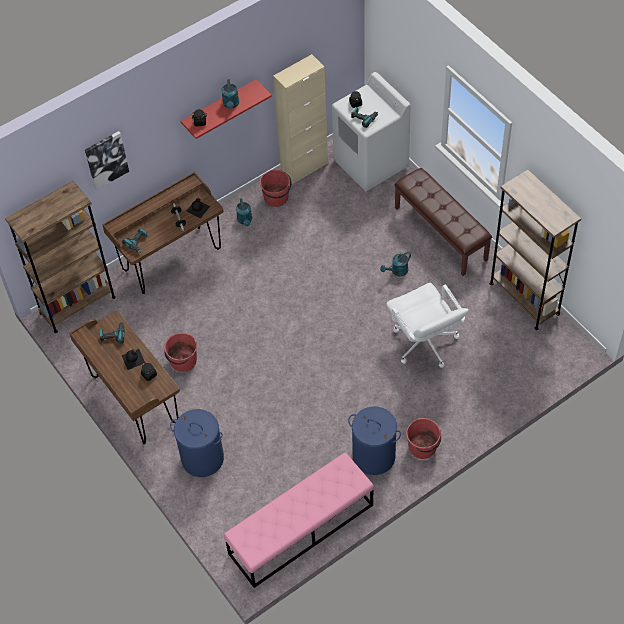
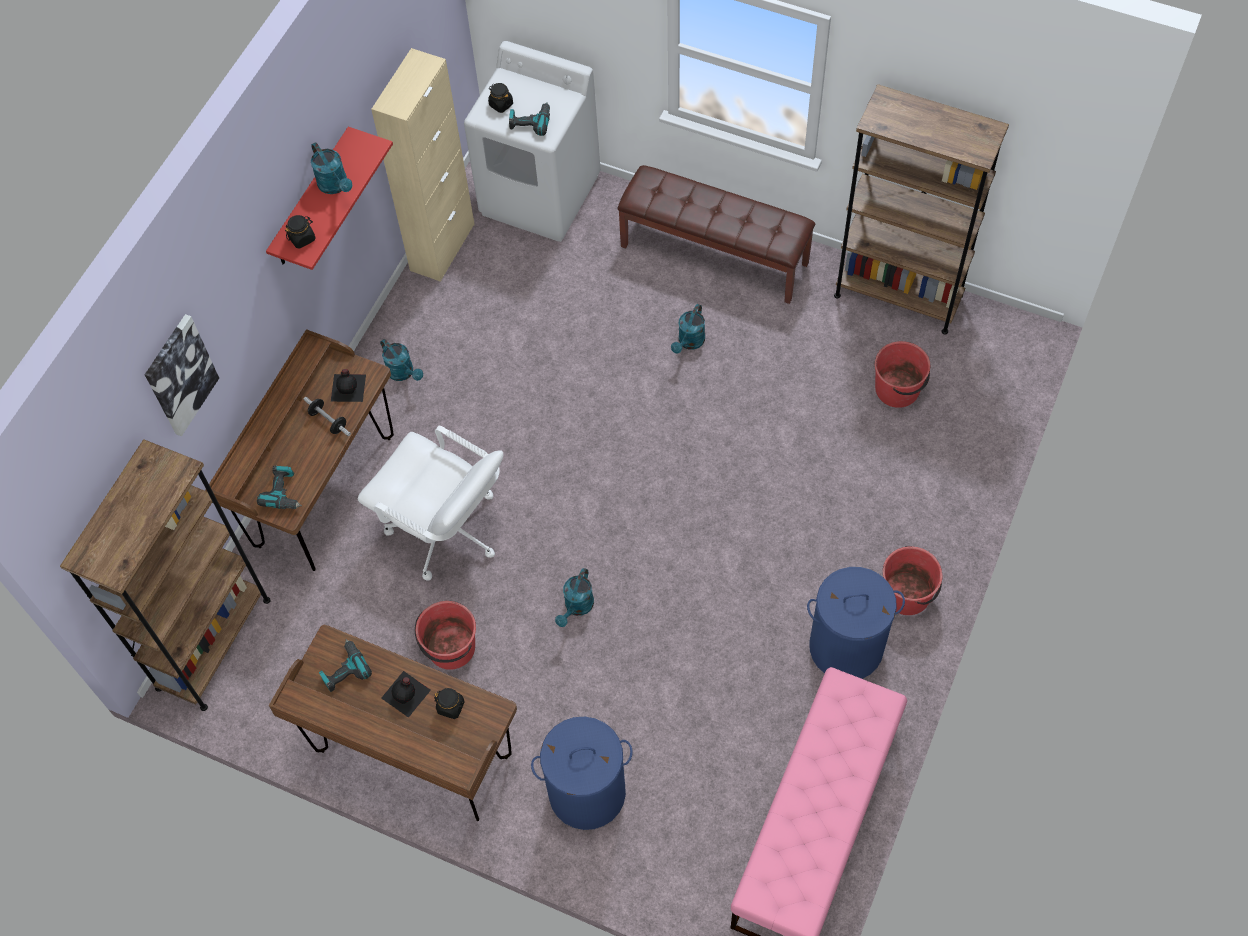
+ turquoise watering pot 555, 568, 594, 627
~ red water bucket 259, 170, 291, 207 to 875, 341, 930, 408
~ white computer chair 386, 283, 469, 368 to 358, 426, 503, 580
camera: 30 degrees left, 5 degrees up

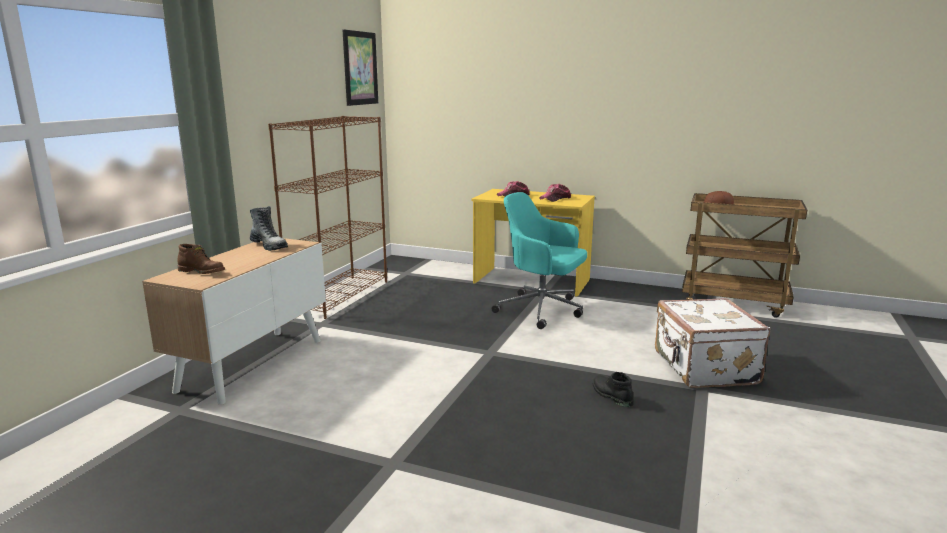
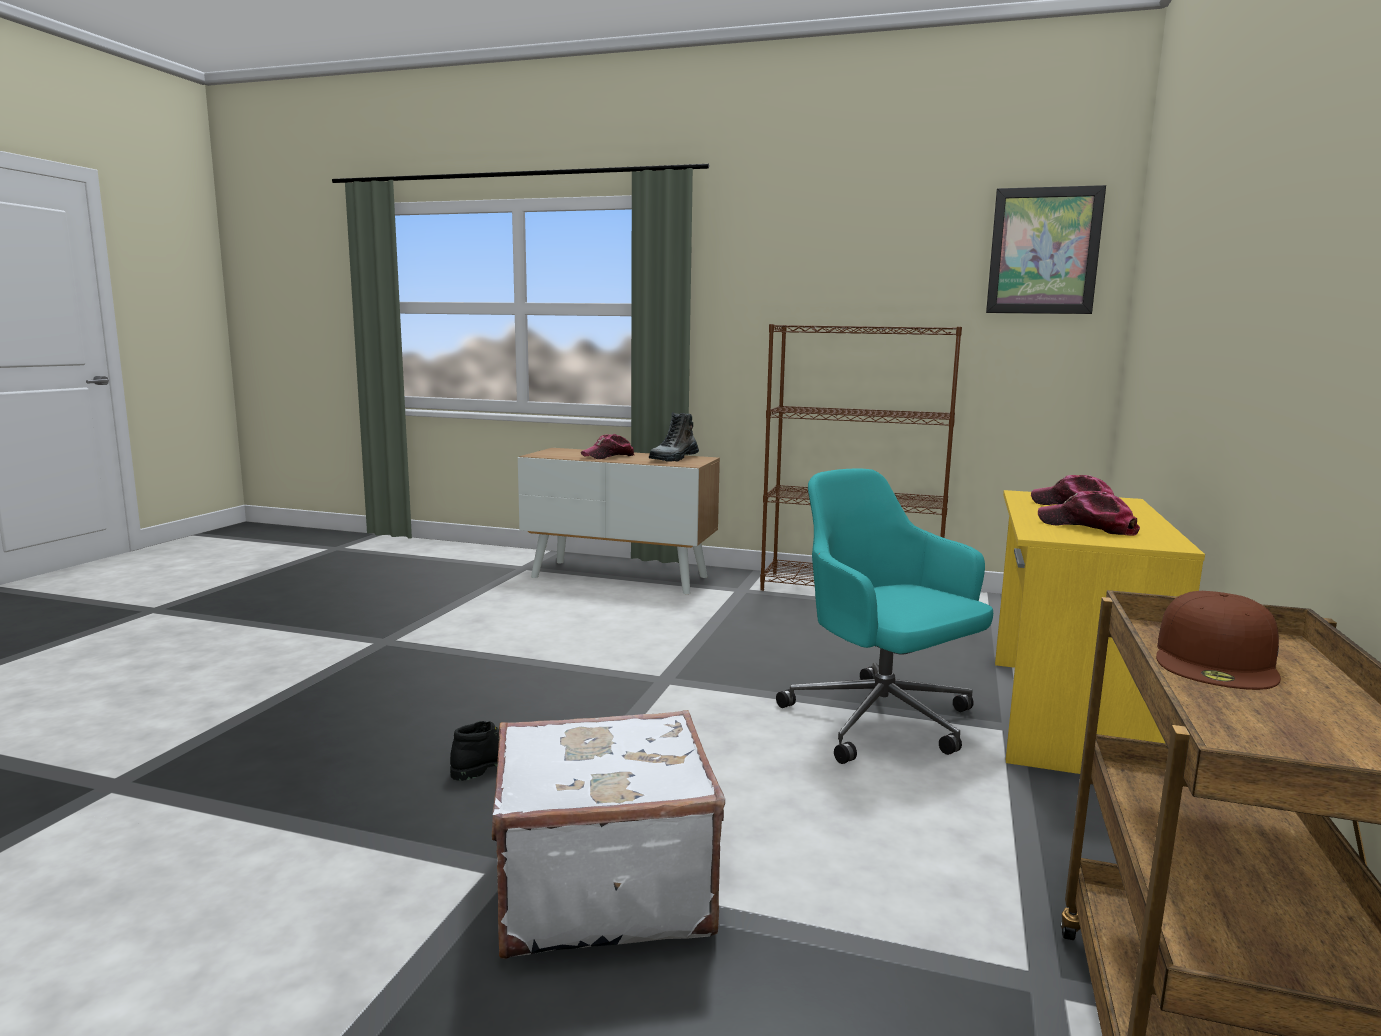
- brownish high-top boot 177, 244, 225, 274
+ cap 581, 434, 634, 459
~ turquoise computer chair 492, 192, 587, 329 = 776, 468, 993, 764 60 degrees counterclockwise
camera: 85 degrees right, 5 degrees down

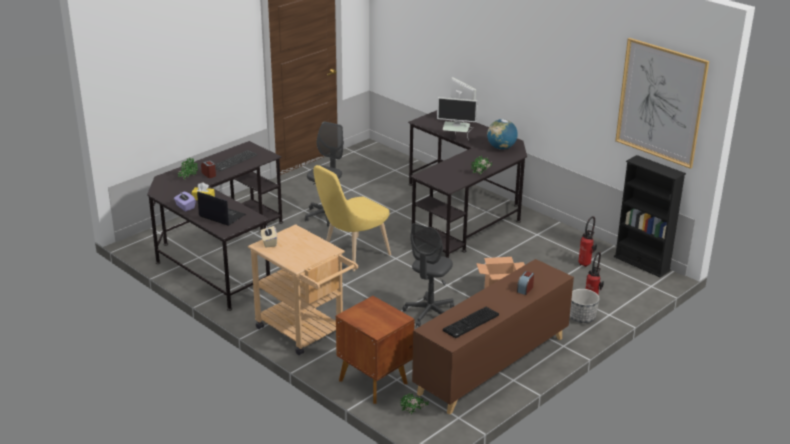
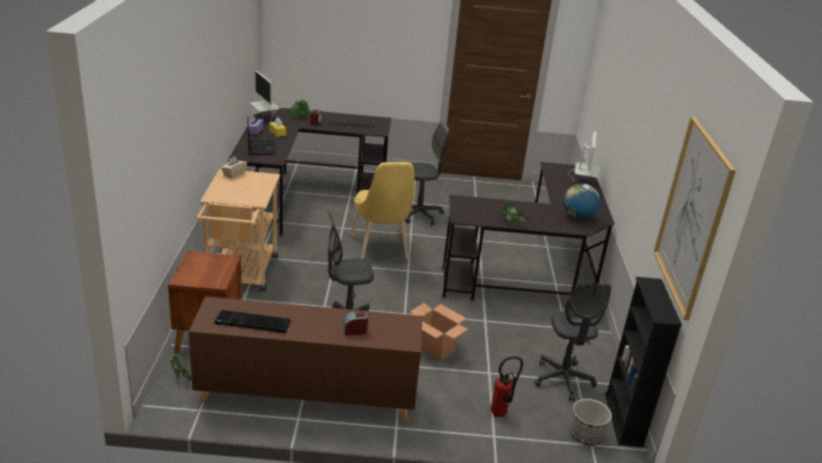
~ computer display 437, 97, 478, 140 to 251, 70, 279, 120
~ planter 570, 289, 599, 323 to 569, 399, 612, 446
~ extinguisher 578, 216, 597, 267 to greyish computer chair 534, 284, 611, 402
~ yellow-coloured plain chair 313, 165, 391, 271 = 351, 162, 415, 259 105 degrees counterclockwise
camera: 45 degrees right, 0 degrees up

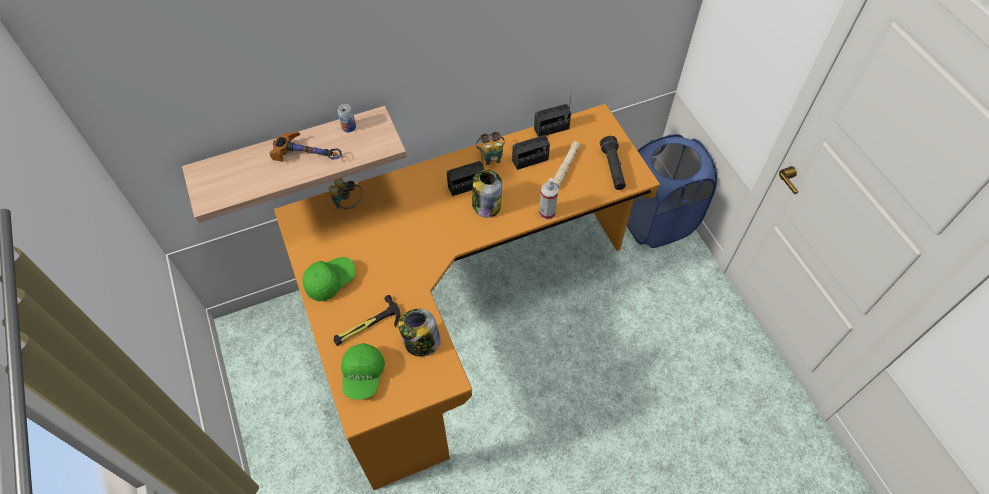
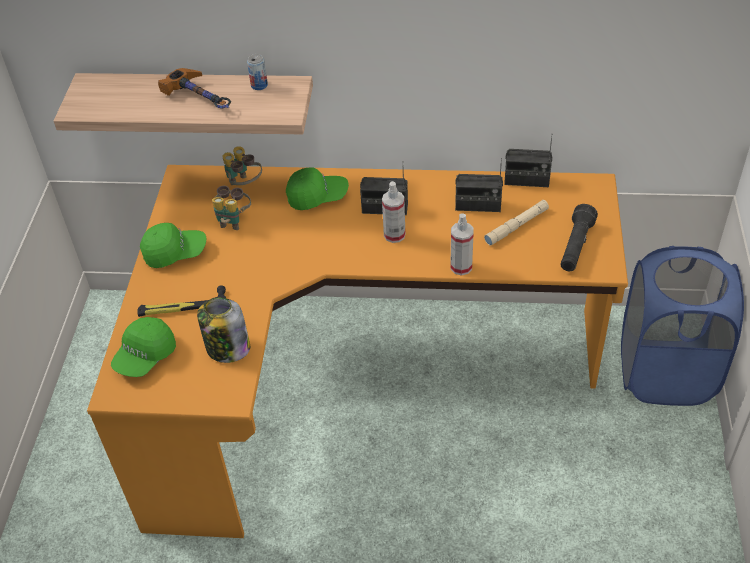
+ green cap 286, 167, 349, 210
~ binoculars 476, 131, 505, 165 to 212, 186, 251, 230
~ preserve jar 472, 170, 502, 218 to spray bottle 382, 181, 405, 243
camera: 30 degrees right, 10 degrees down

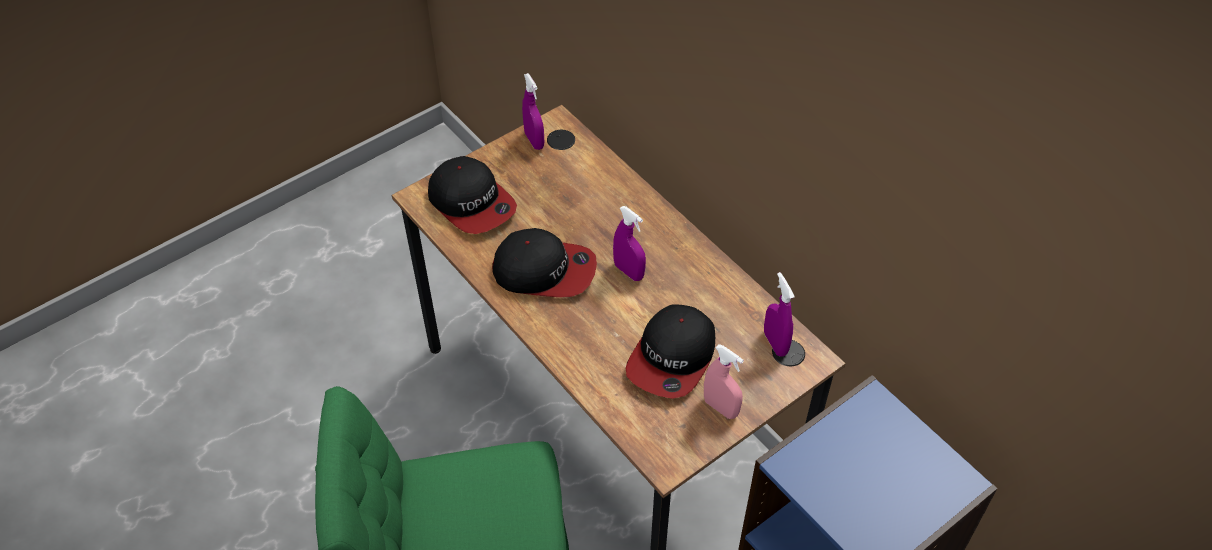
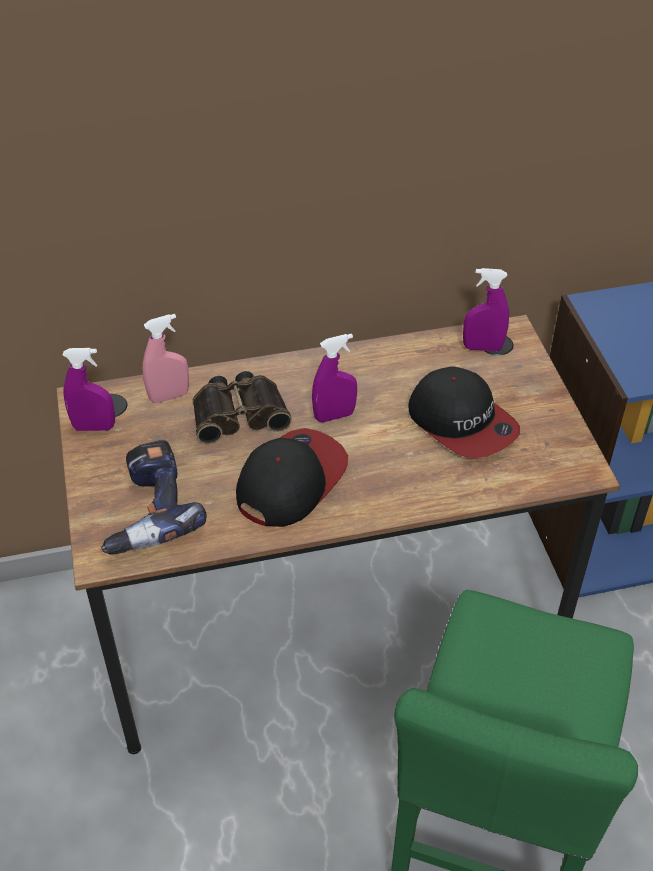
+ binoculars 193, 371, 292, 444
~ pink-coloured spray bottle 704, 344, 744, 419 to 142, 314, 189, 403
~ cap 428, 156, 517, 234 to power drill 101, 440, 207, 555
camera: 65 degrees left, 5 degrees down

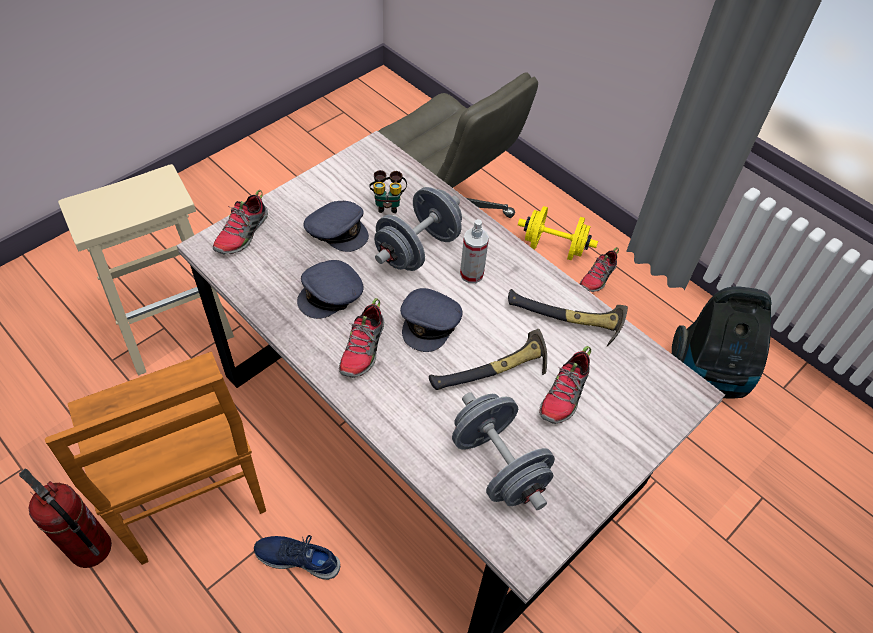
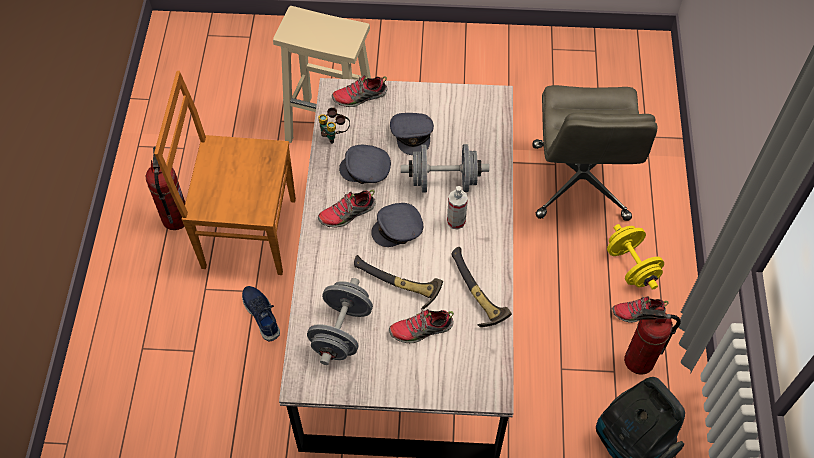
+ extinguisher 624, 307, 681, 375
~ binoculars 369, 170, 407, 213 to 318, 107, 350, 143
~ brownish plain chair 45, 352, 266, 565 = 154, 71, 296, 275 75 degrees clockwise
camera: 50 degrees right, 5 degrees up

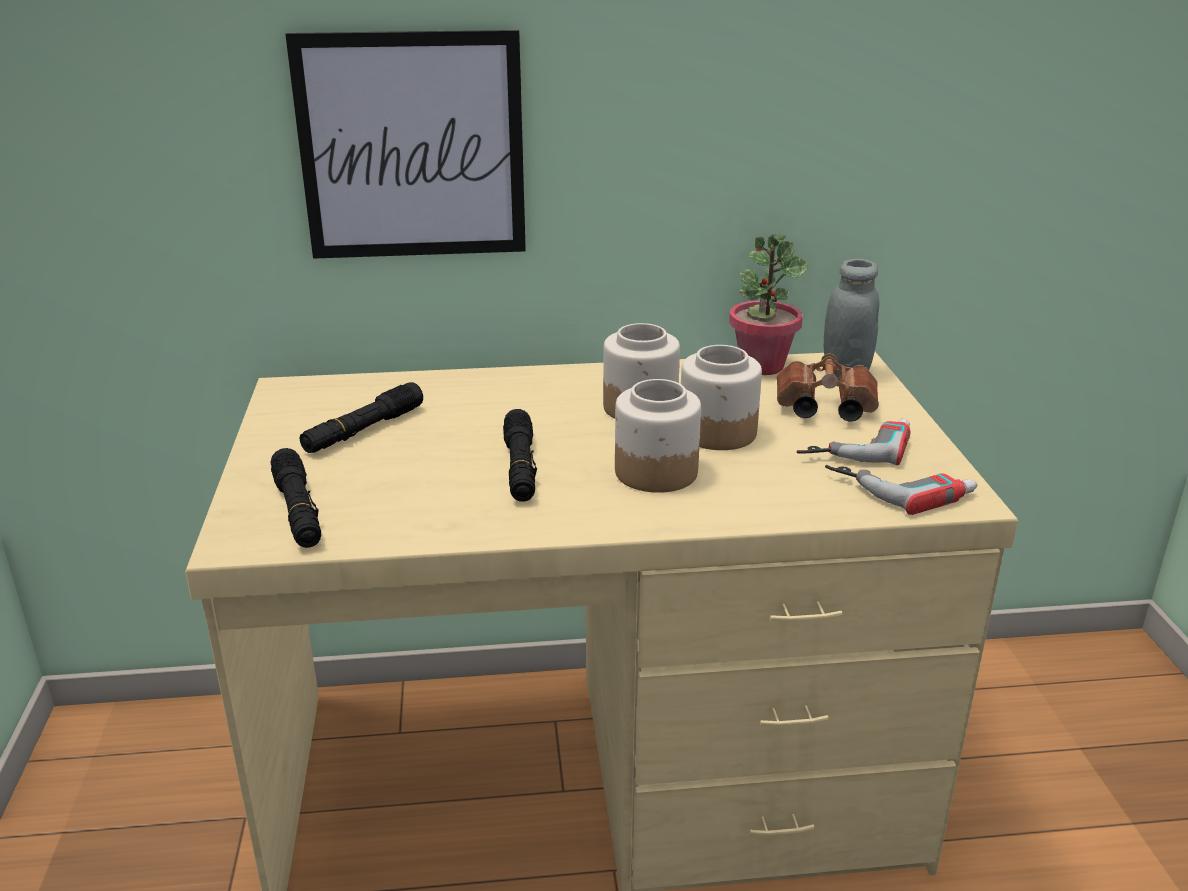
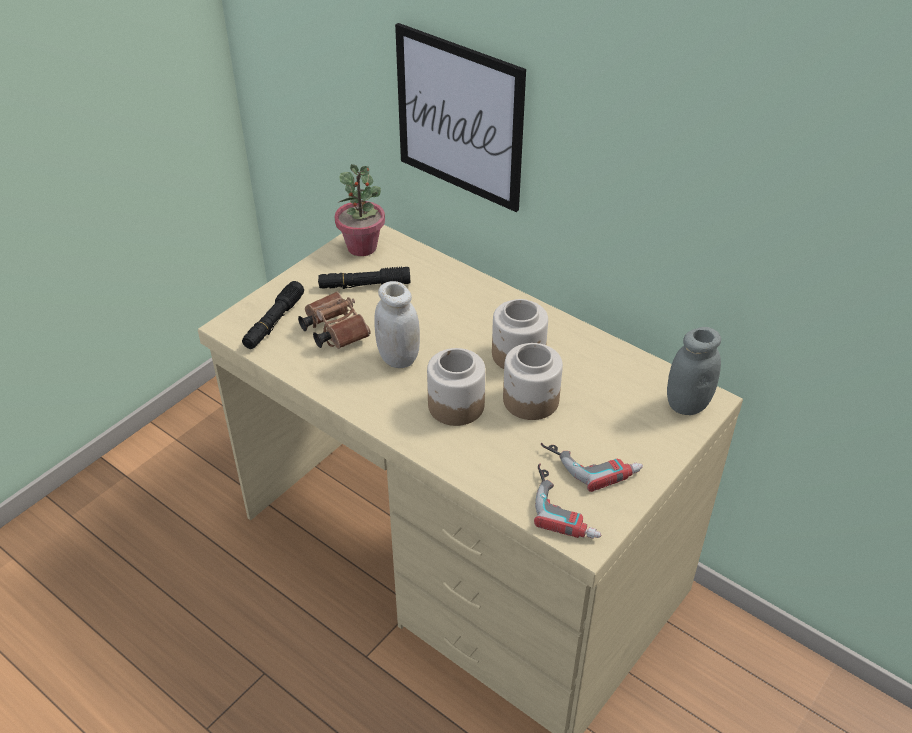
~ houseplant 729, 234, 808, 375 to 335, 164, 385, 256
~ brownish binoculars 777, 354, 879, 422 to 298, 292, 371, 349
~ black-coloured torch 503, 409, 537, 502 to white preserve jar 374, 281, 420, 368
camera: 45 degrees right, 15 degrees up

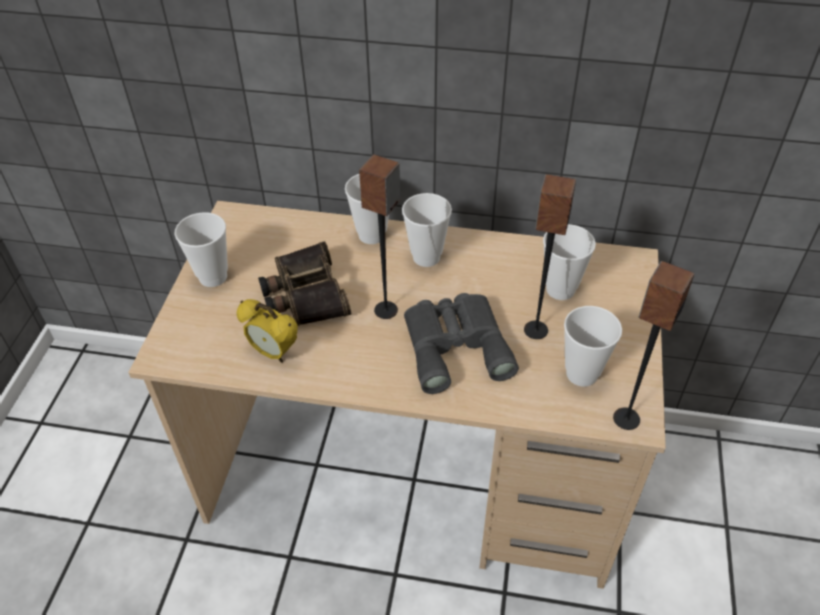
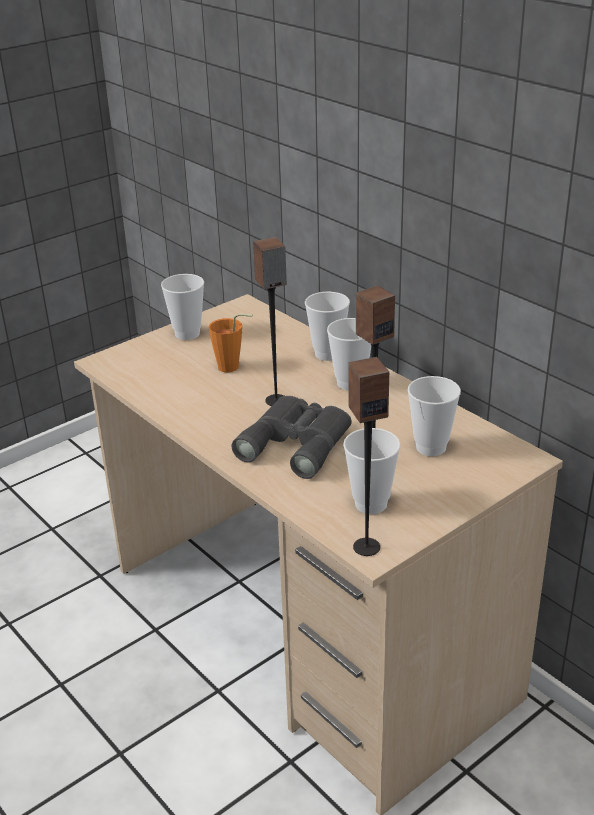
- table clock 237, 299, 298, 363
~ binoculars 258, 241, 351, 326 to orangey drinking cup 208, 314, 253, 372
camera: 40 degrees right, 15 degrees down

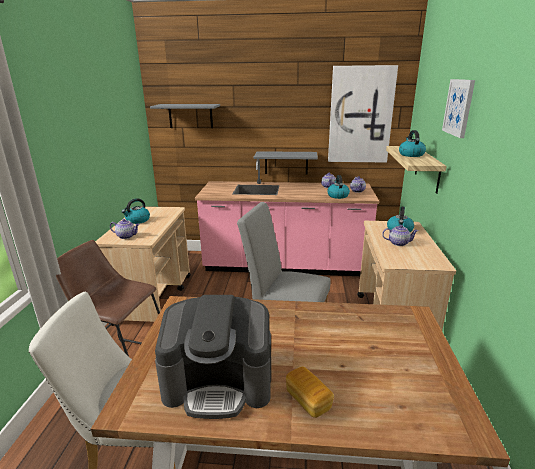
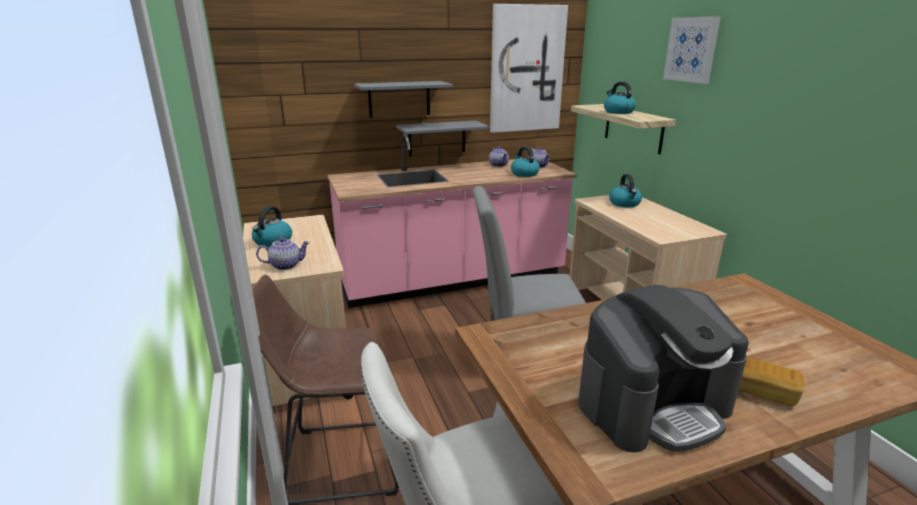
- tea pot 382, 225, 418, 246
~ greyish shelf 150, 104, 220, 128 to 355, 81, 453, 118
camera: 25 degrees left, 0 degrees up

